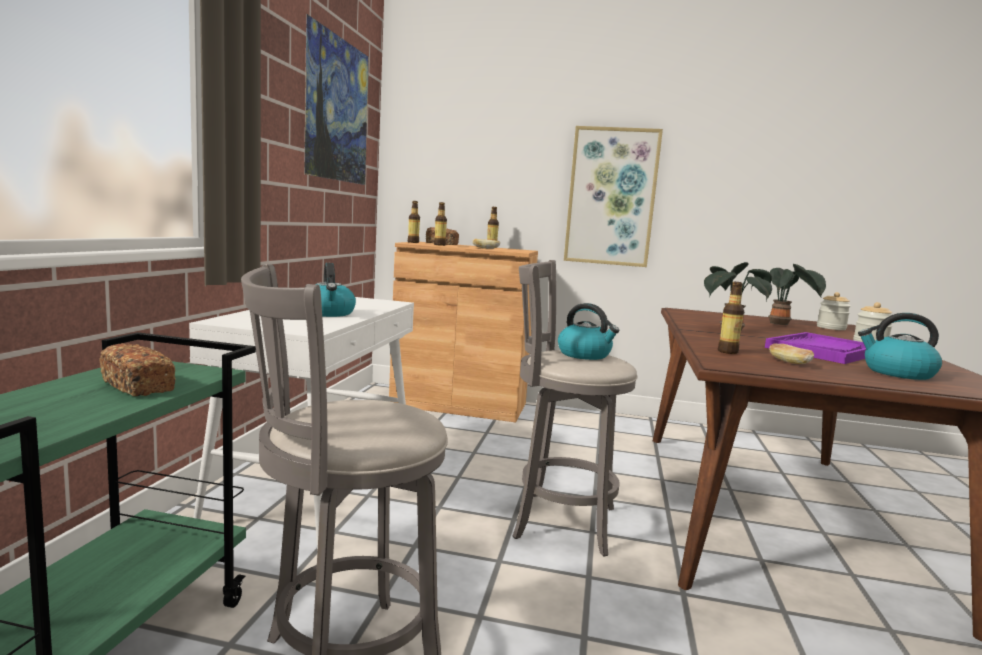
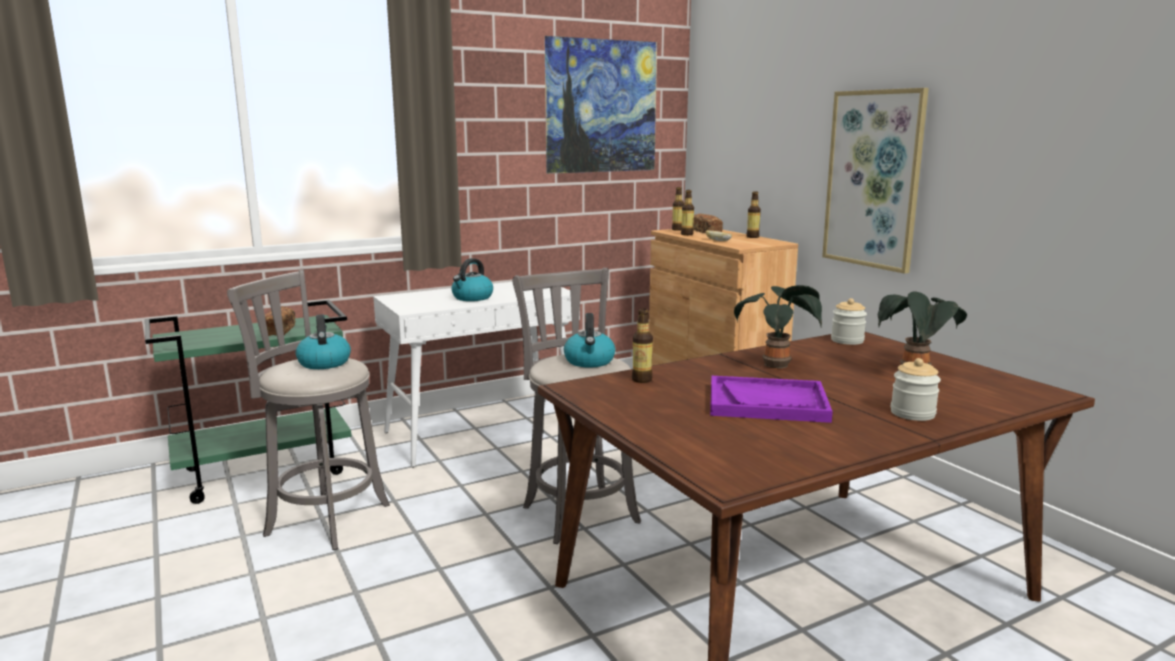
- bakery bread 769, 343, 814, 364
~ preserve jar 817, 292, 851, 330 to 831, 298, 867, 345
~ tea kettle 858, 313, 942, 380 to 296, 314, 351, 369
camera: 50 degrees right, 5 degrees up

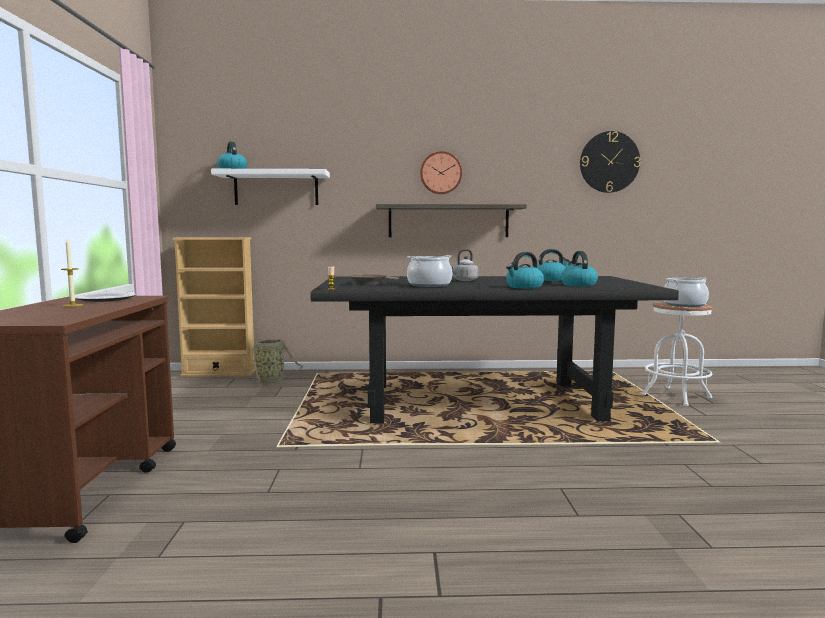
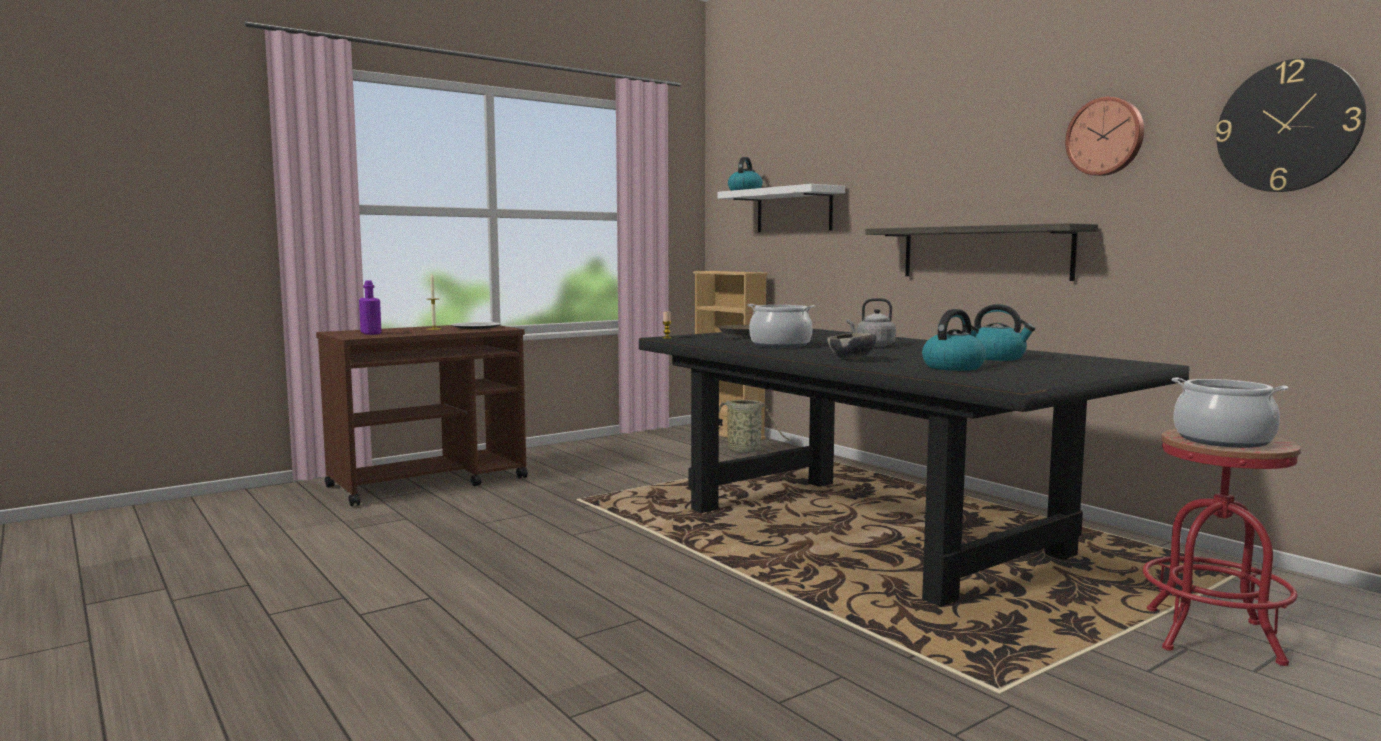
+ purplish bottle 359, 280, 382, 335
~ clock on the wall 420, 151, 462, 194 to 1065, 97, 1144, 176
~ tea kettle 506, 252, 544, 289 to deep dish 827, 333, 877, 360
~ white stool seat 641, 302, 713, 406 to red stool seat 1142, 429, 1301, 666
camera: 55 degrees right, 0 degrees up

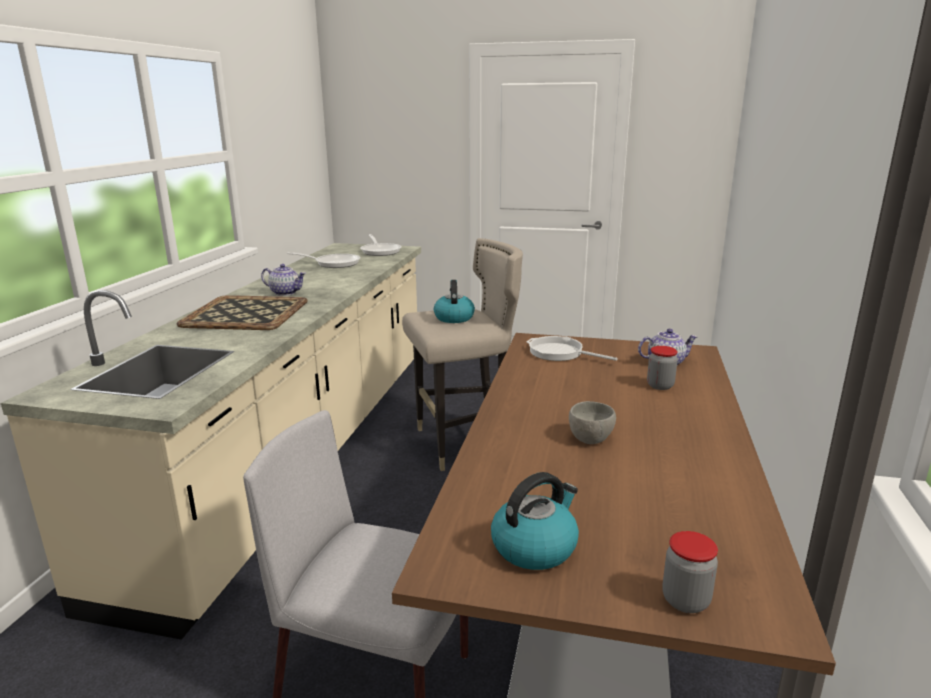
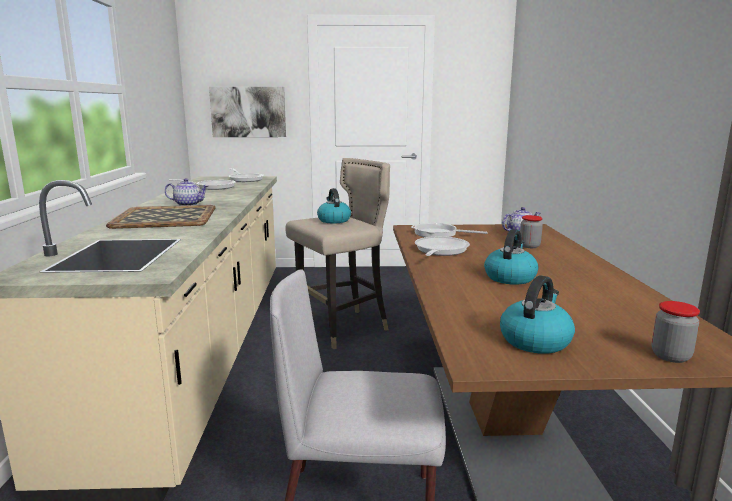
+ wall picture 209, 87, 286, 137
+ skillet 415, 236, 470, 256
~ greyish deep dish 569, 401, 616, 444 to tea kettle 484, 229, 538, 285
camera: 15 degrees left, 5 degrees down

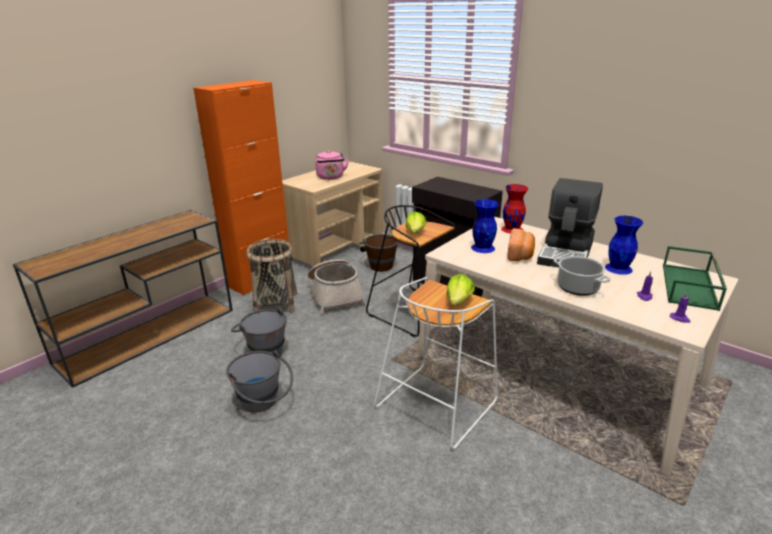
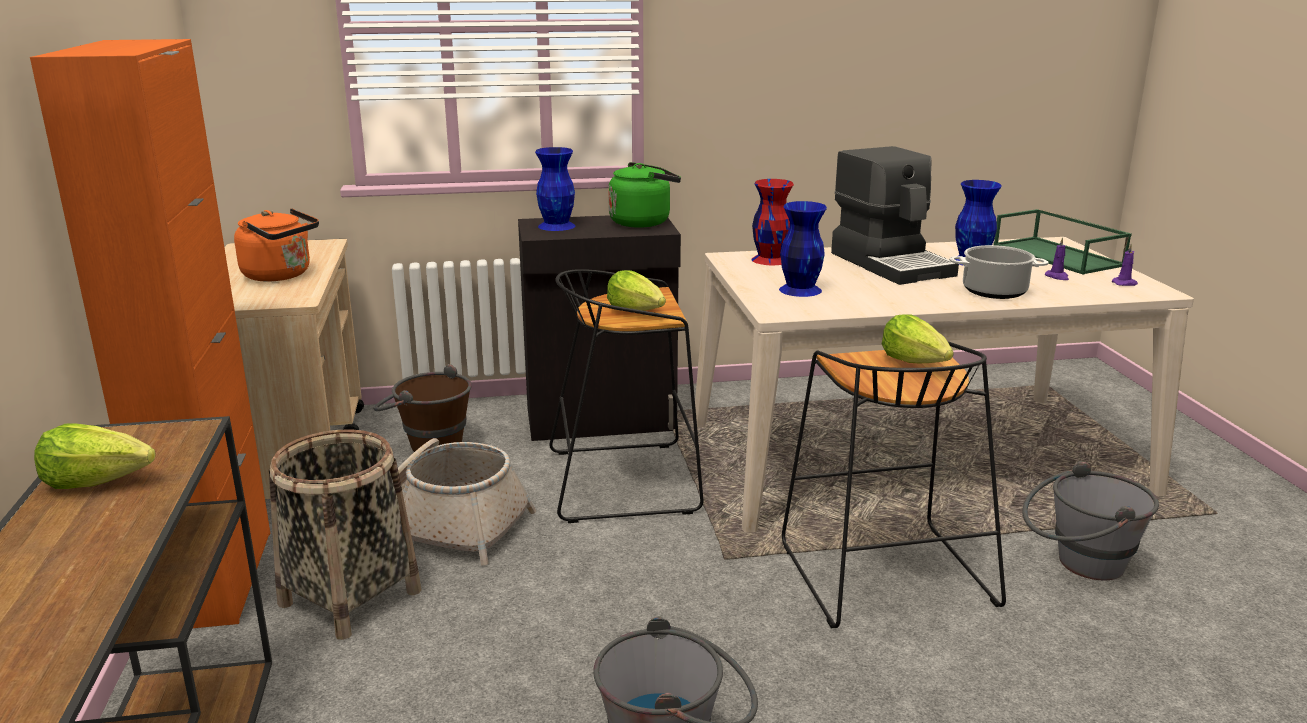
- bakery bread 507, 228, 535, 261
+ head of lettuce 34, 423, 156, 489
+ bluish decorative vase 535, 147, 575, 231
+ green tea kettle 608, 162, 681, 228
~ greyish water bucket 231, 307, 287, 356 to 1023, 461, 1159, 580
~ pink-coloured tea kettle 315, 150, 349, 180 to orangey tea kettle 234, 208, 319, 281
~ white stool seat 374, 277, 498, 450 to black-coloured stool seat 782, 341, 1006, 628
camera: 50 degrees left, 5 degrees down

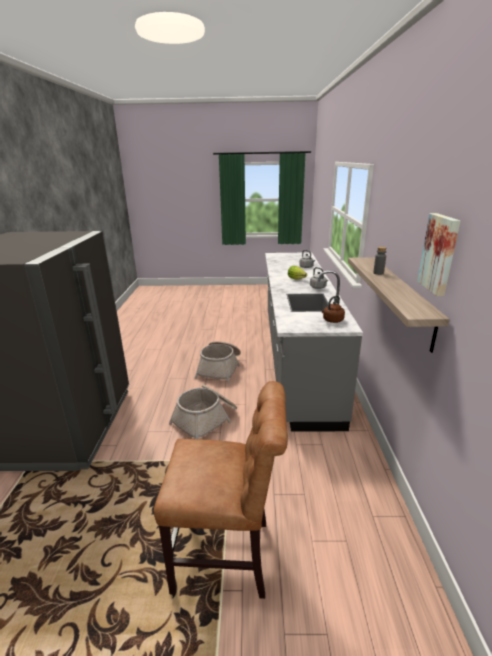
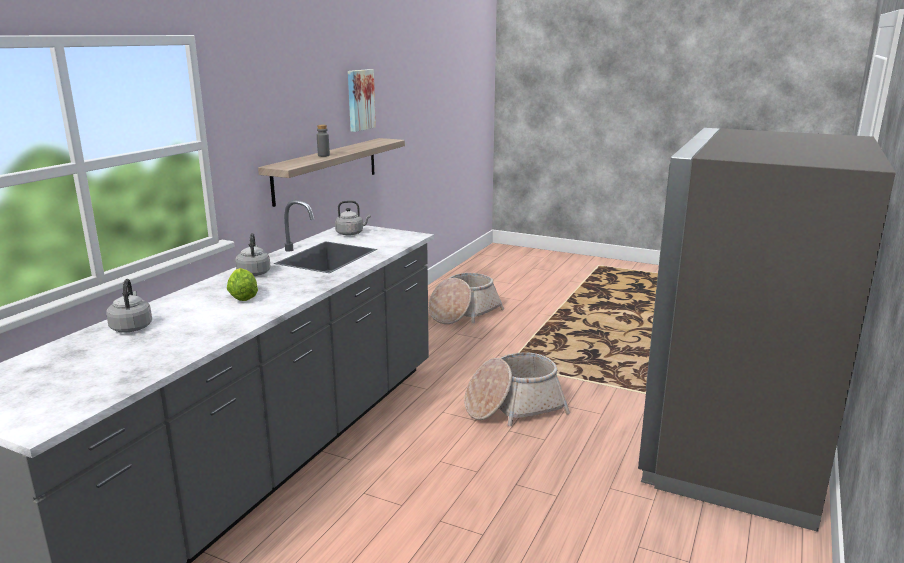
- brownish plain chair 154, 381, 288, 599
~ storage basket 195, 341, 241, 384 to 429, 273, 504, 324
~ brownish tea kettle 322, 295, 345, 323 to greyish tea kettle 335, 200, 371, 236
camera: 155 degrees left, 5 degrees down

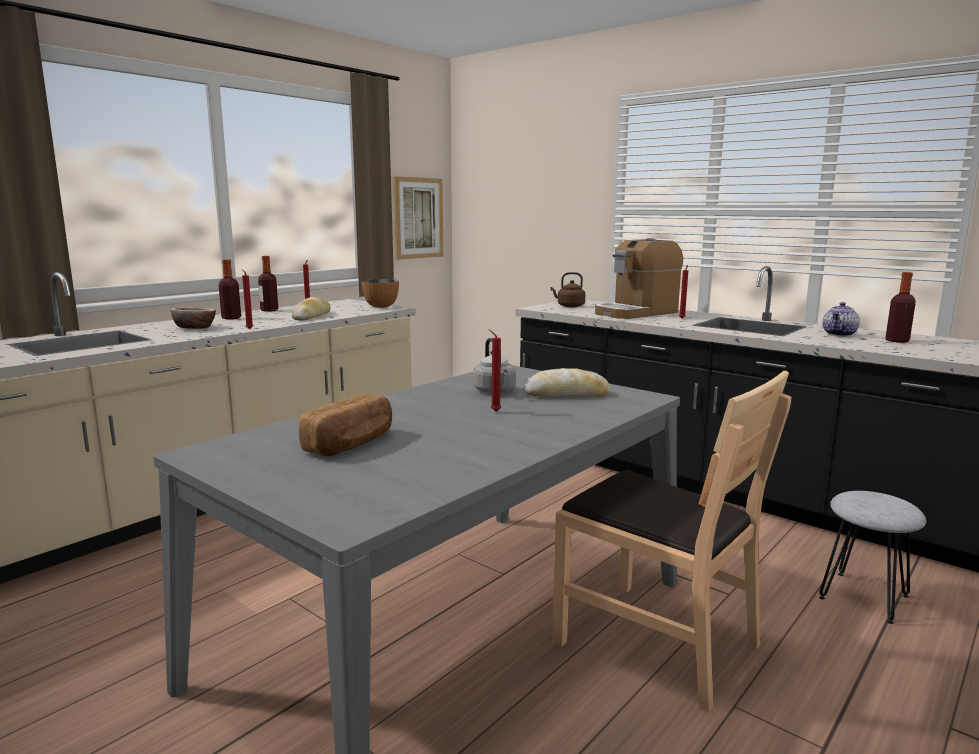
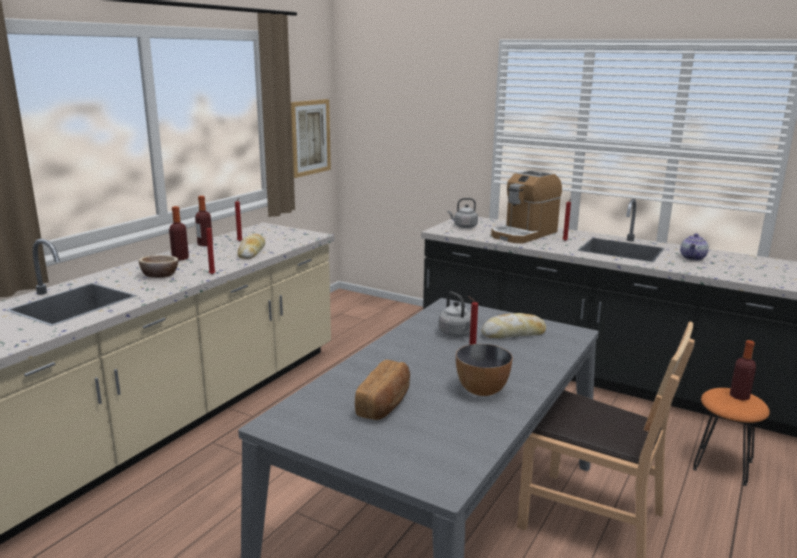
~ deep dish 362, 279, 399, 308 to 456, 344, 513, 396
~ bottle 885, 272, 916, 343 to 730, 340, 756, 401
~ brownish tea kettle 551, 272, 585, 307 to greyish tea kettle 448, 198, 478, 228
~ greyish stool seat 819, 491, 926, 624 to orangey stool seat 693, 388, 770, 486
camera: 10 degrees left, 5 degrees up

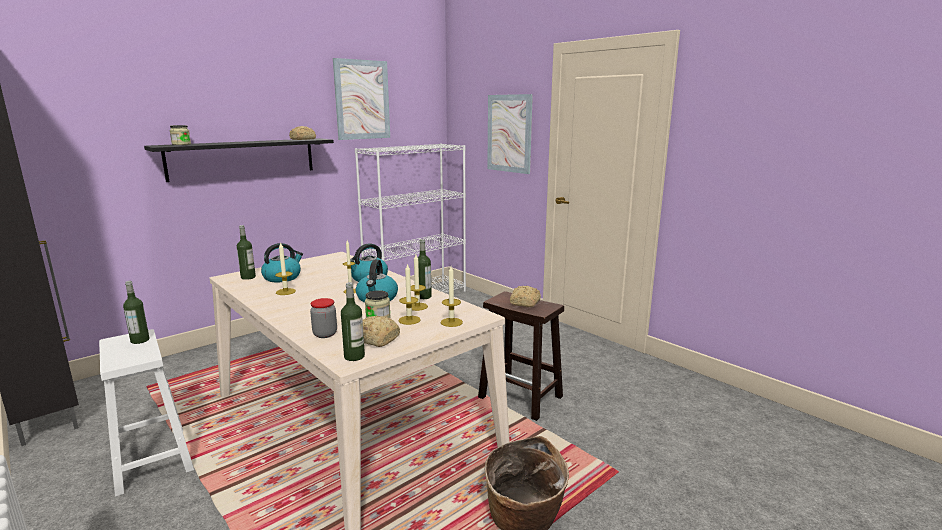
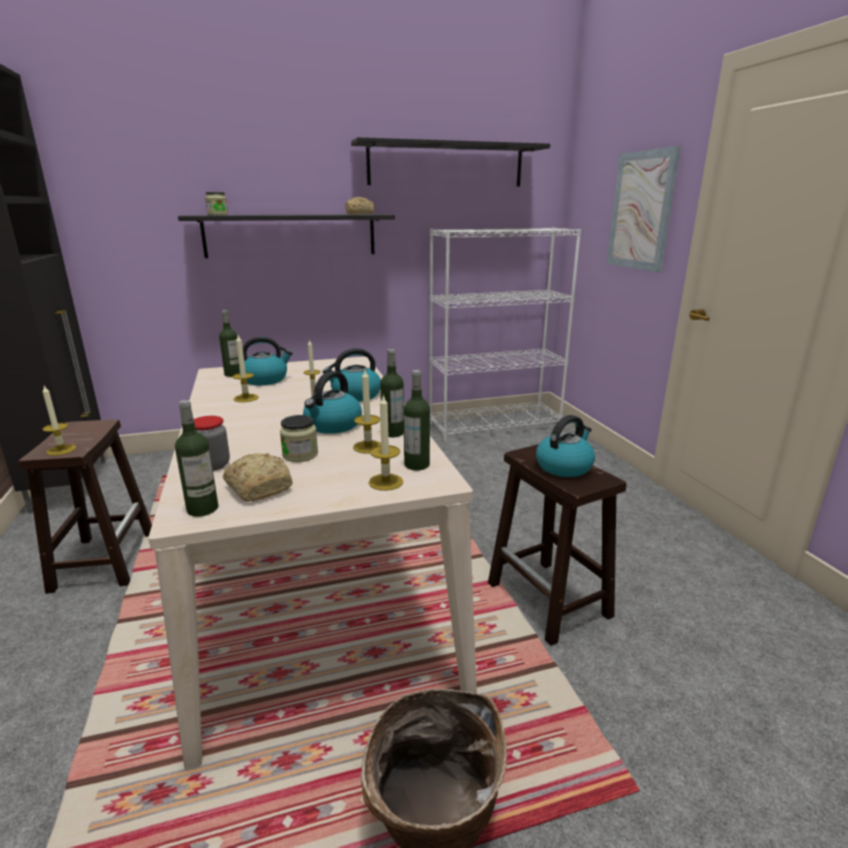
~ bottle 123, 281, 149, 344 to 403, 370, 430, 470
~ wax candle 398, 263, 421, 325 to 42, 386, 76, 456
~ wall picture 333, 58, 390, 140 to black-coloured shelf 351, 137, 550, 187
~ bakery bread 510, 286, 541, 307 to tea kettle 536, 415, 595, 477
~ white stool seat 99, 329, 194, 497 to brownish stool seat 18, 419, 152, 594
camera: 25 degrees right, 5 degrees up

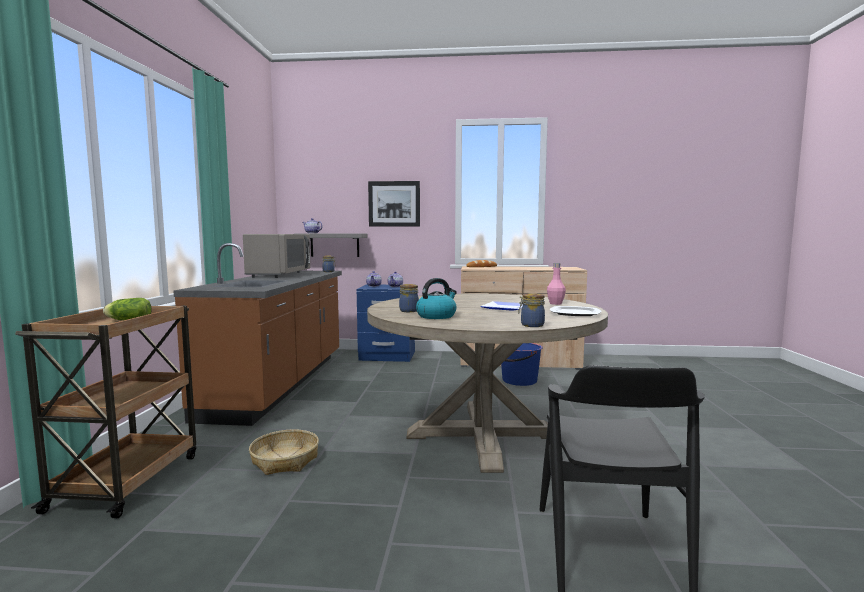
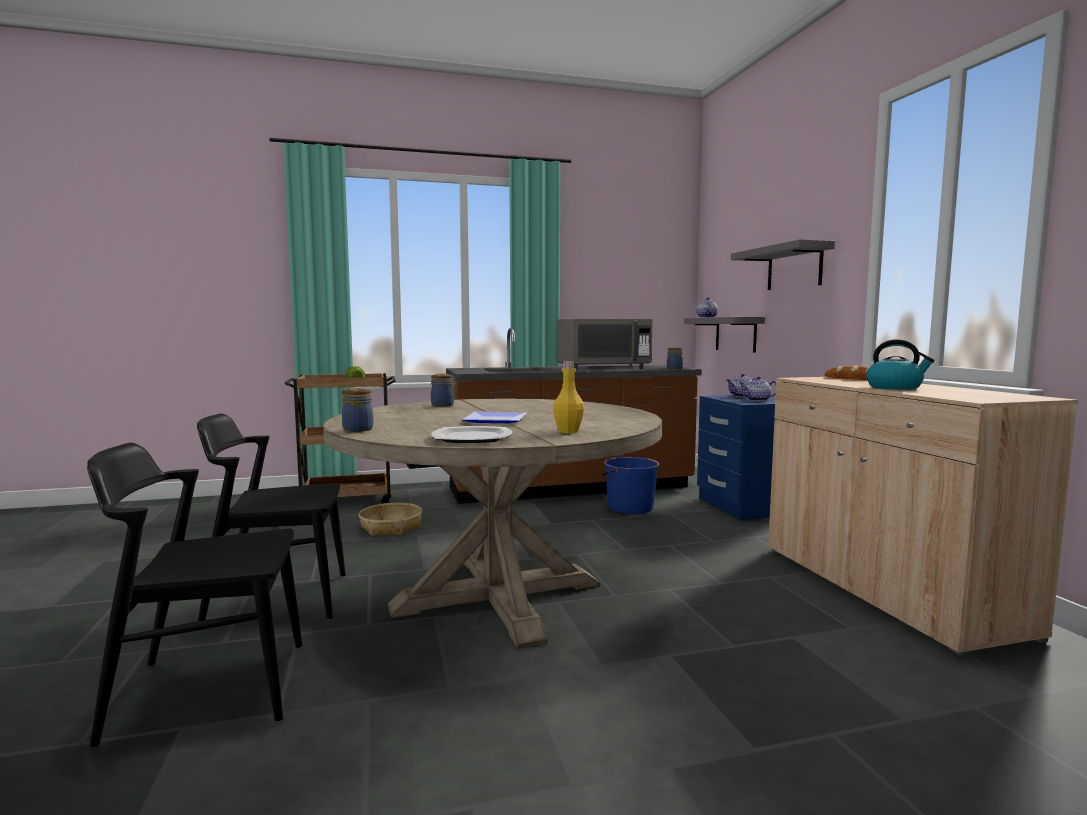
+ black-coloured plain chair 197, 413, 346, 631
~ tea kettle 416, 278, 457, 319 to 866, 339, 935, 390
~ bluish water bucket 499, 343, 543, 386 to 603, 457, 660, 514
~ wall picture 368, 181, 420, 227 to greyish shelf 731, 239, 835, 290
~ pink-coloured bottle 547, 263, 566, 305 to yellow-coloured bottle 553, 361, 584, 433
camera: 70 degrees right, 0 degrees up

